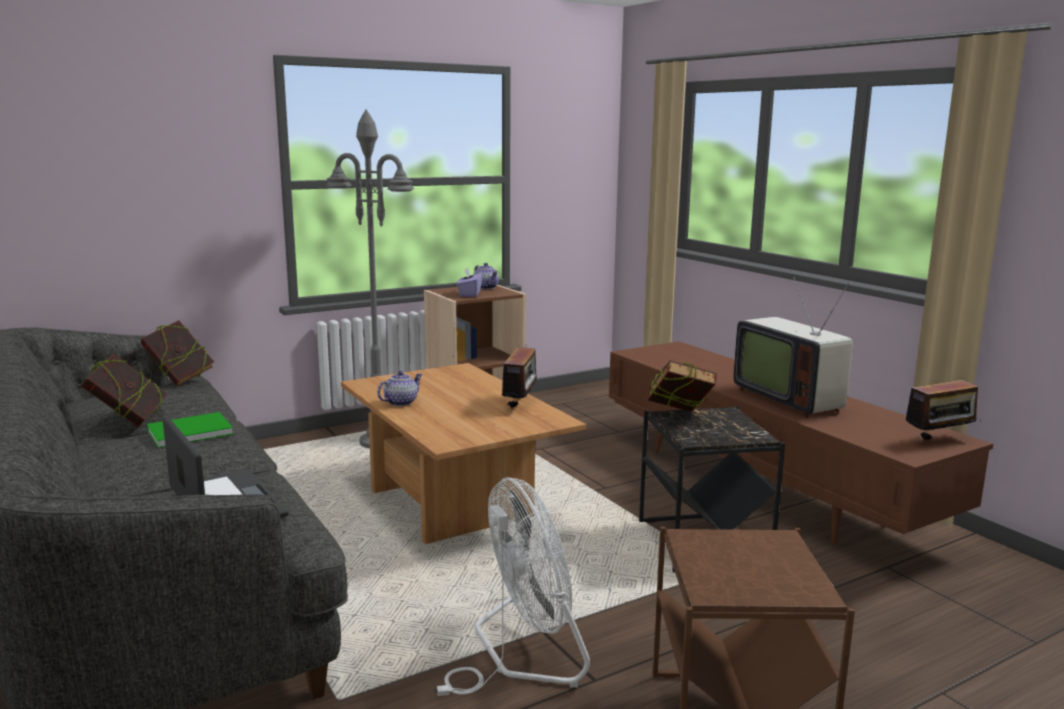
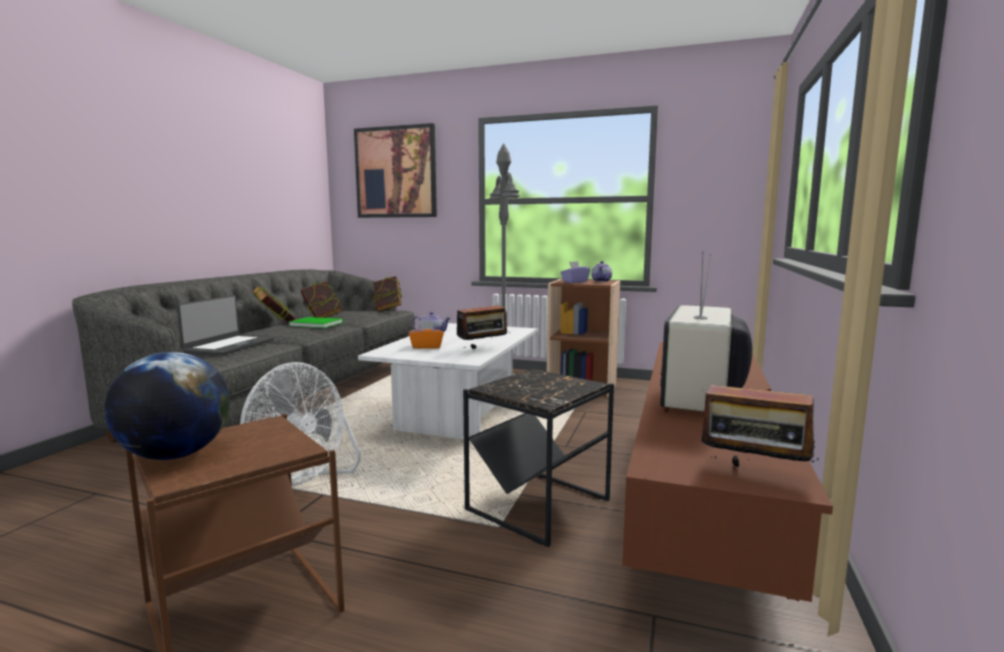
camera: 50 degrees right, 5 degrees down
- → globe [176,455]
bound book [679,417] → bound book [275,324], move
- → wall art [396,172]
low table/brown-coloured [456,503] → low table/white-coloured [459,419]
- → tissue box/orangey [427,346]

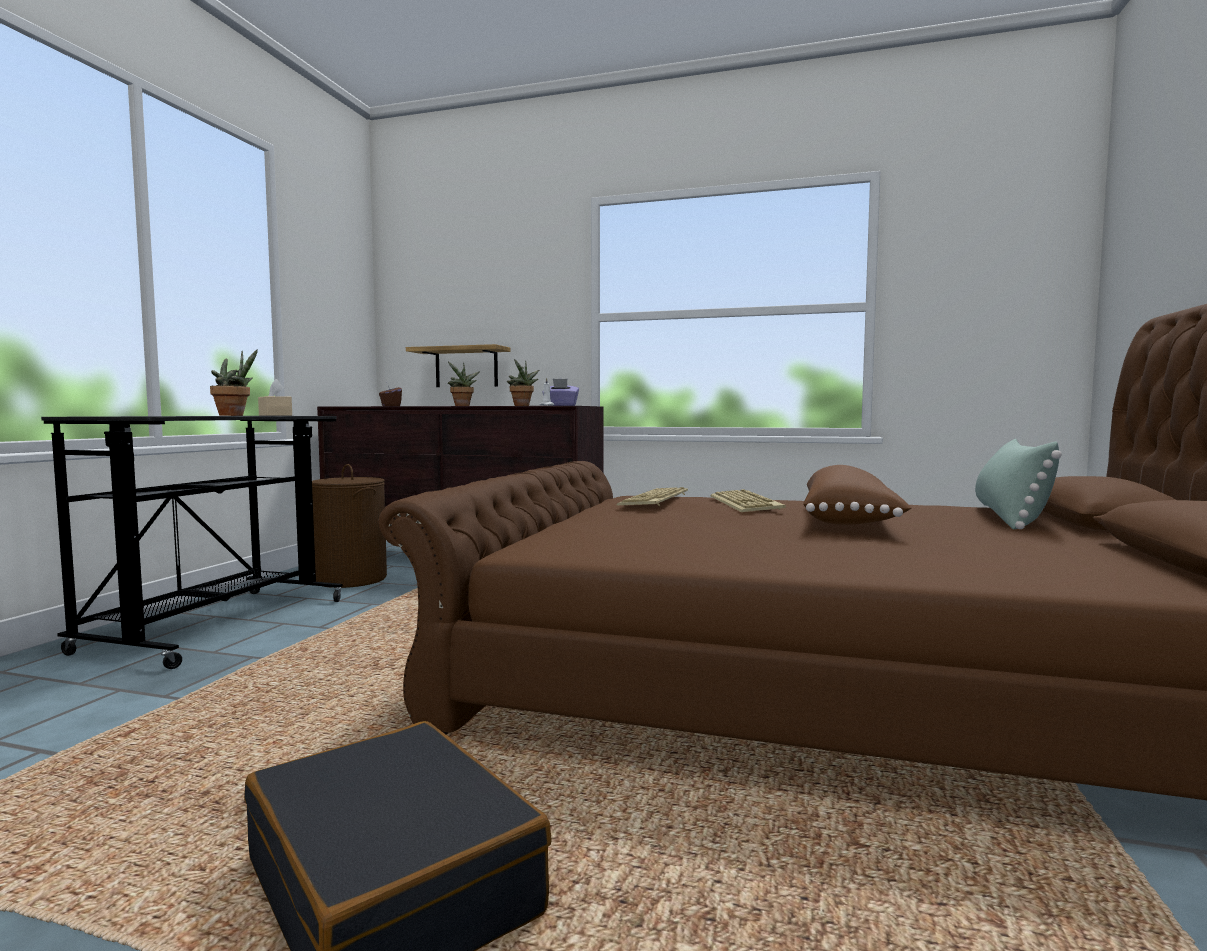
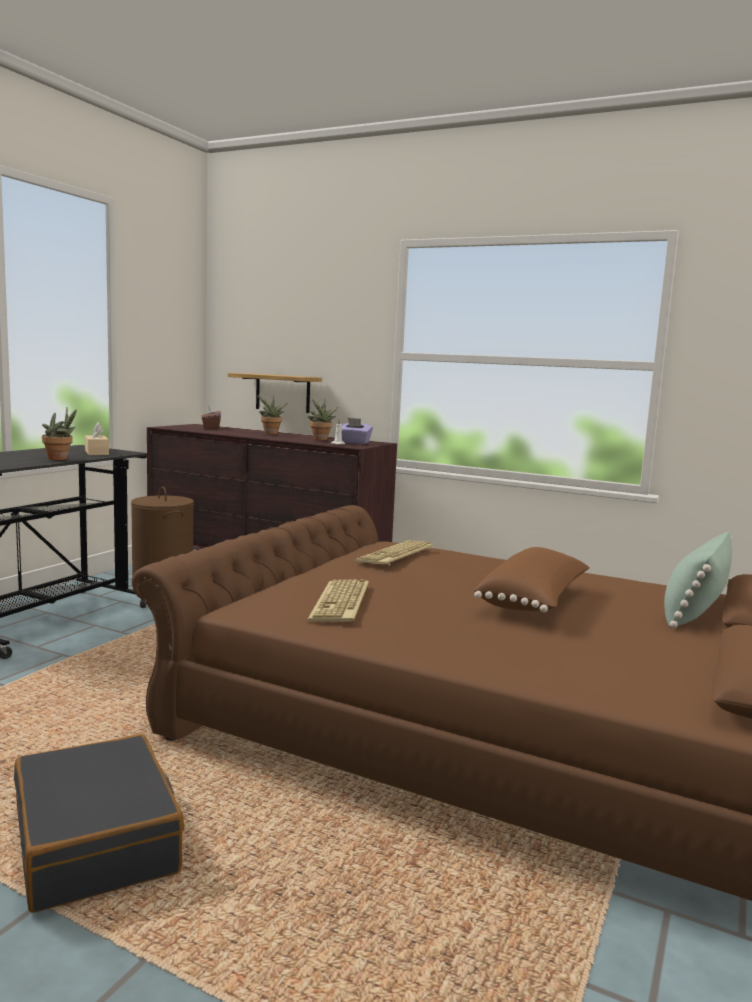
camera: 10 degrees right, 5 degrees up
keyboard [747,503] → keyboard [342,603], move

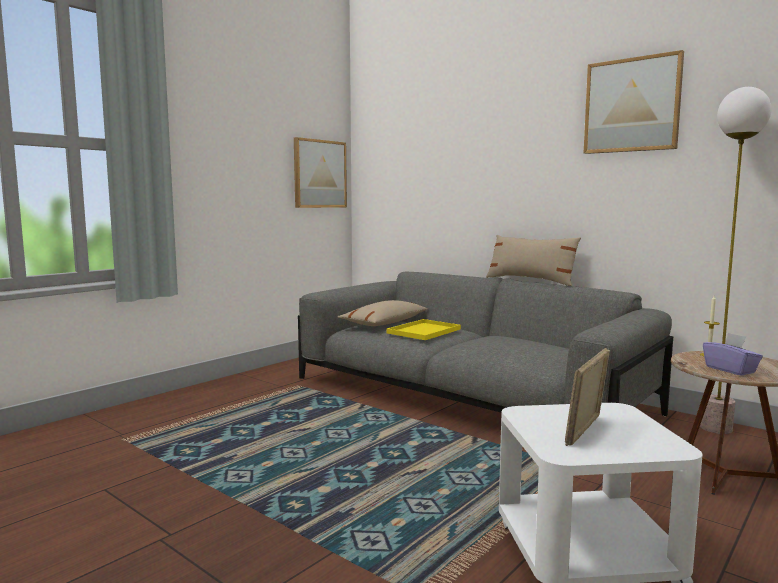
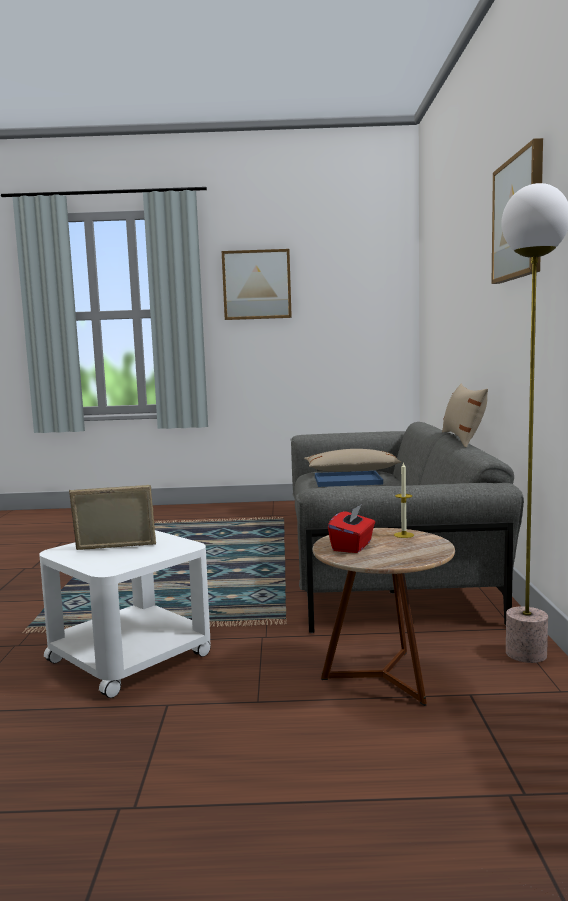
camera: 50 degrees right, 0 degrees up
wall art [319,174] → wall art [256,285], move
tray/yellowish [424,331] → tray/blue [349,480]
tissue box/purple [730,370] → tissue box/red [352,546]

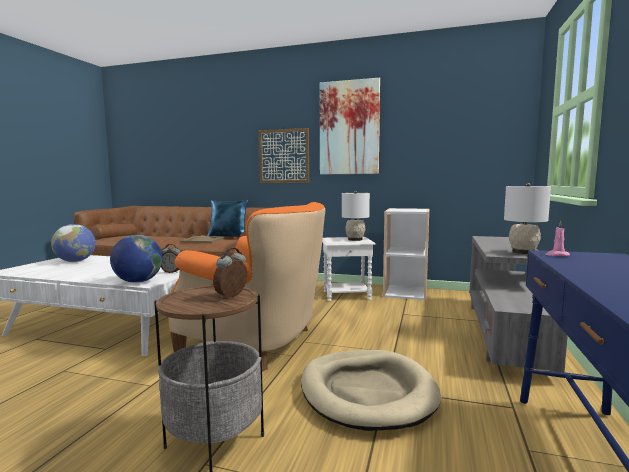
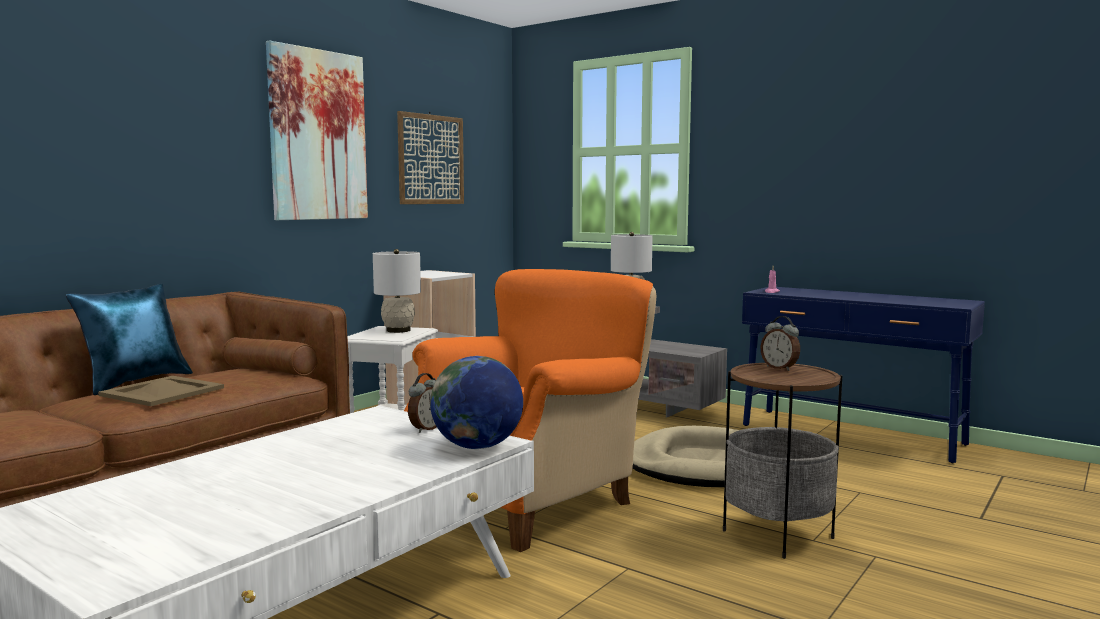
camera: 70 degrees left, 0 degrees up
wall art [284,155] → wall art [431,158], move
globe [75,261] → -

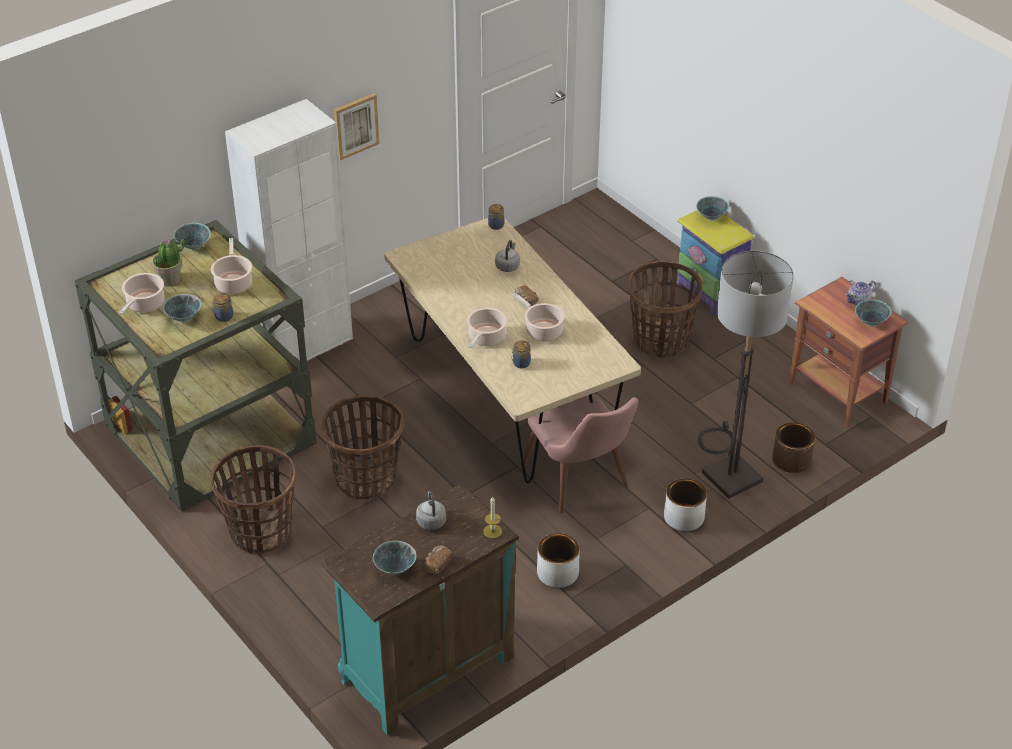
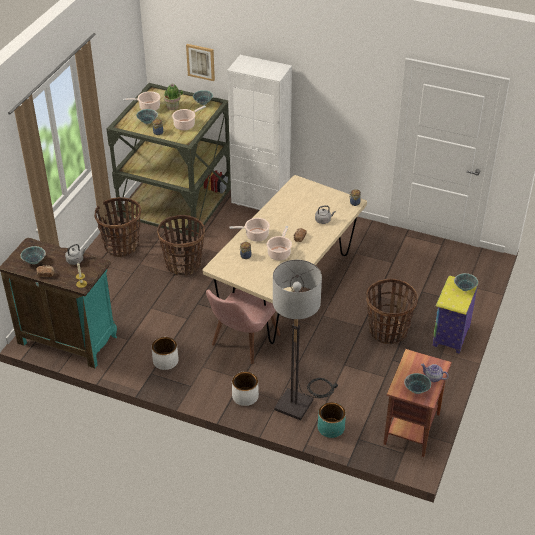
camera: 60 degrees right, 0 degrees up
wall art [355,125] → wall art [201,62], move
flower pot/brown-coloured [792,460] → flower pot/blue-green [331,428]

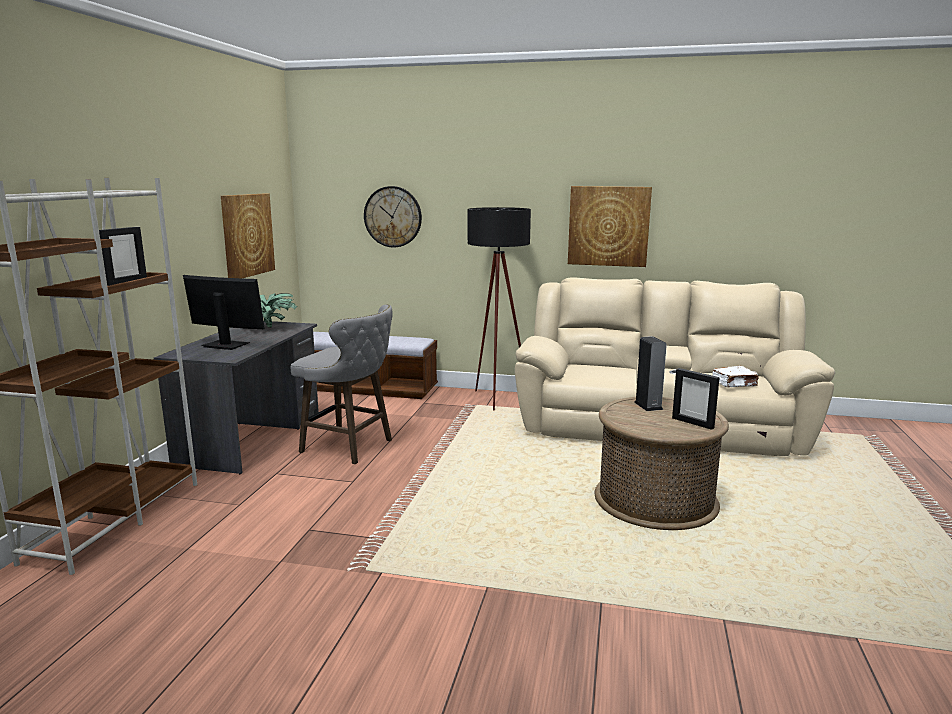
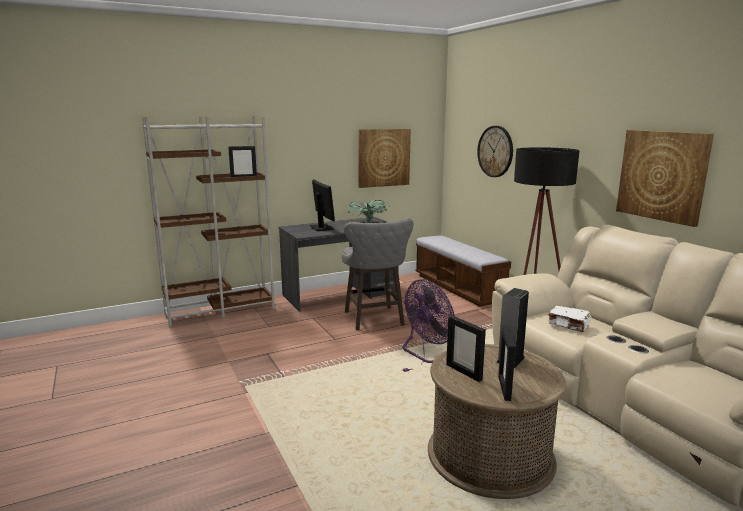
camera: 50 degrees right, 0 degrees up
- → electric fan/purple [424,354]
- → photo frame [464,372]
bound book/white-coloured [735,384] → bound book/white-coloured [569,325], move

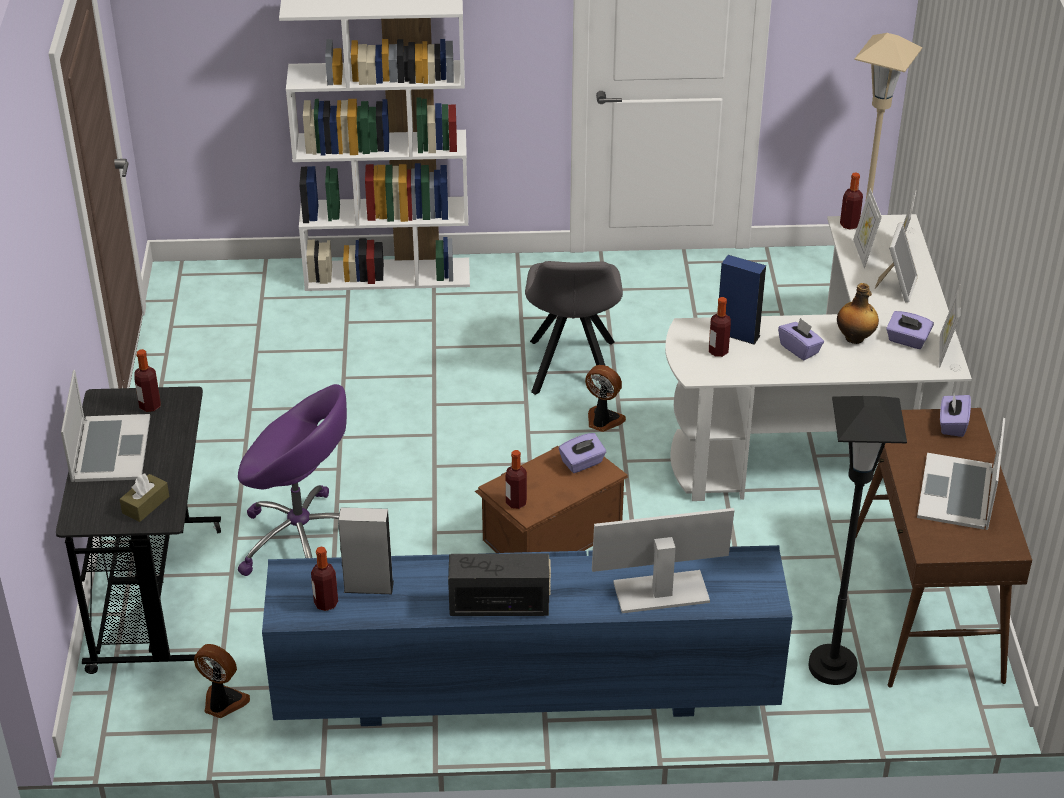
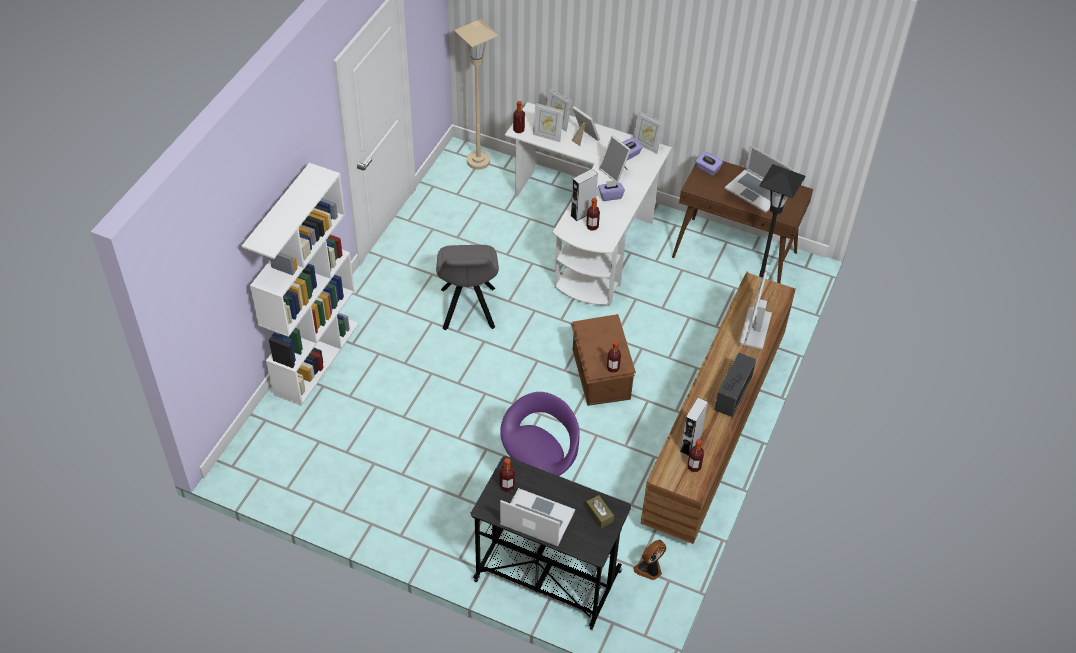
camera: 65 degrees left, 10 degrees up
upright chair/grey [572,368] → upright chair/grey [468,309], 60 degrees clockwise
speaker/blue [737,334] → speaker/grey [582,213]
drink bottle [855,338] → photo frame [615,172]
cupboard/blue [526,698] → cupboard/brown-coloured [714,433]
tissue box/purple [582,463] → -
electric fan [603,421] → -

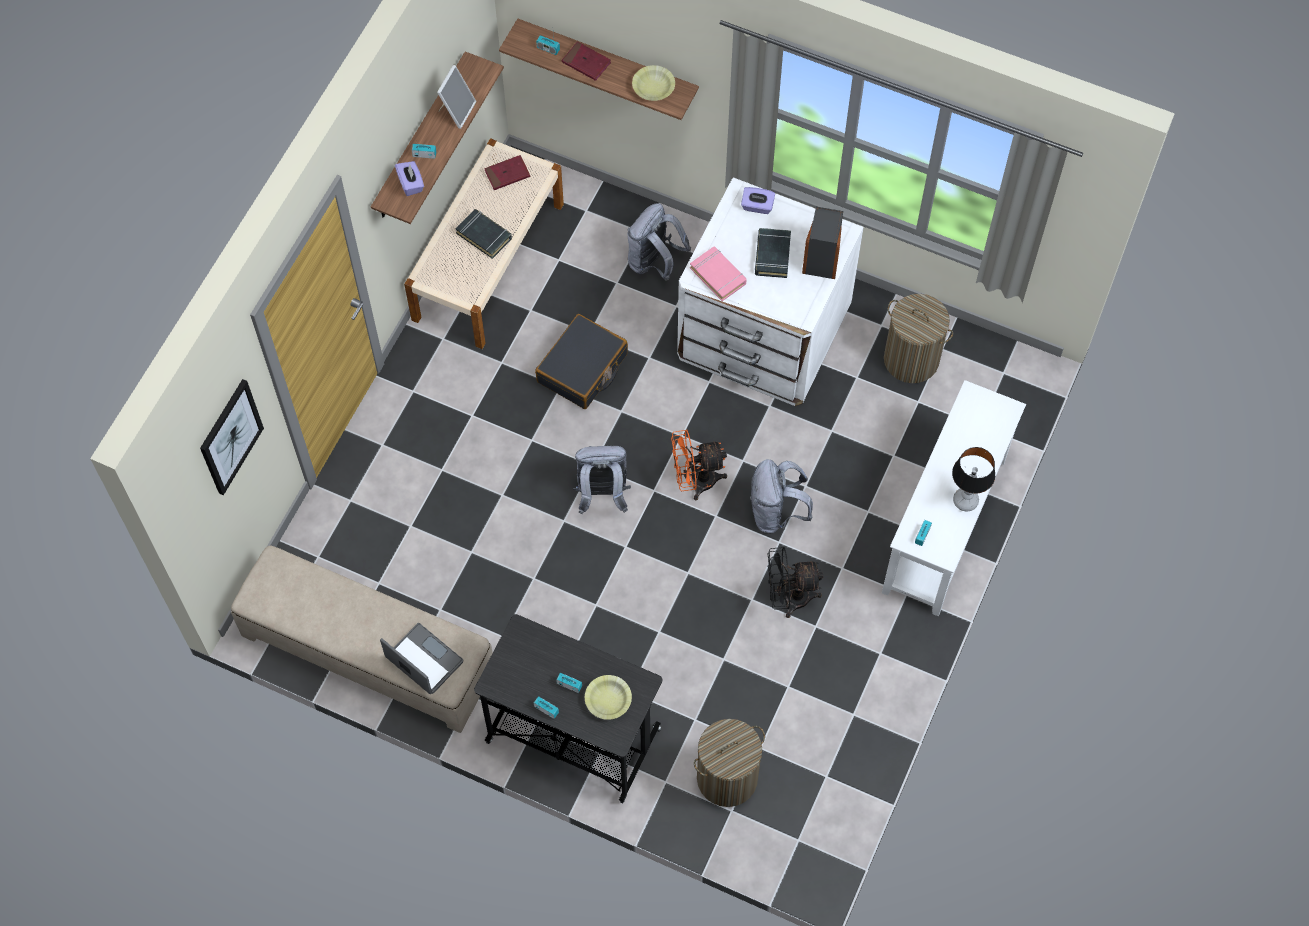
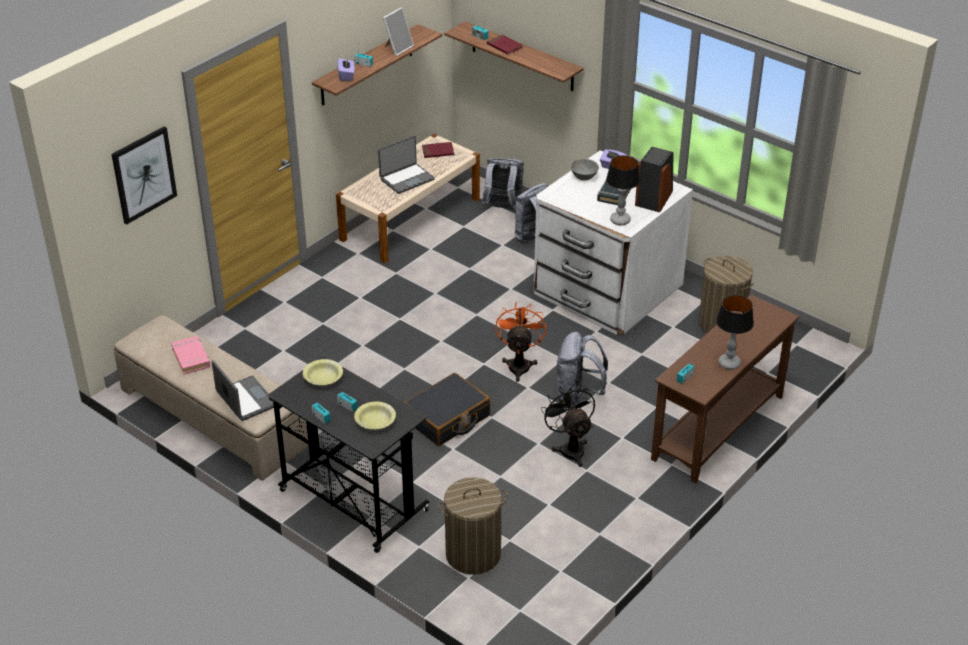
camera: 15 degrees right, 25 degrees down
bound book/pink-coloured [718,275] → bound book/pink-coloured [191,358], move
bowl/yellowish [653,87] → bowl/yellowish [323,377], move
bound book/black-coloured [484,235] → laptop [406,179]
piece of luggage/black-coloured [582,368] → piece of luggage/black-coloured [447,418], move
rucksack/grey [602,495] → rucksack/grey [503,209], move
electric fan/orangey [695,481] → electric fan/orangey [519,364], 90 degrees clockwise
electric fan/black-coloured [789,598] → electric fan/black-coloured [570,448], 60 degrees clockwise
- → bowl/grey [584,177]
- → table lamp [619,220]
console table/white-coloured [944,527] → console table/brown-coloured [718,428]

